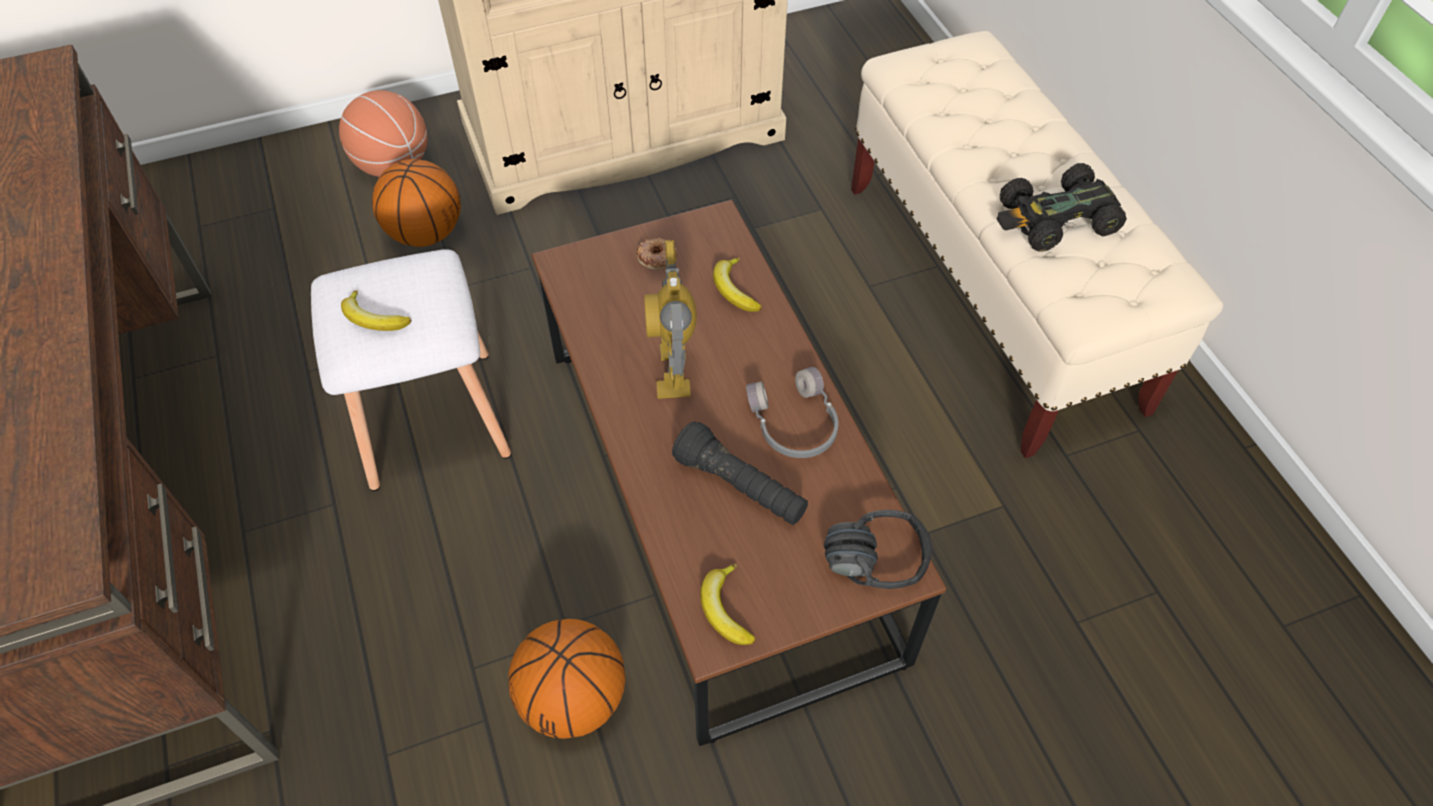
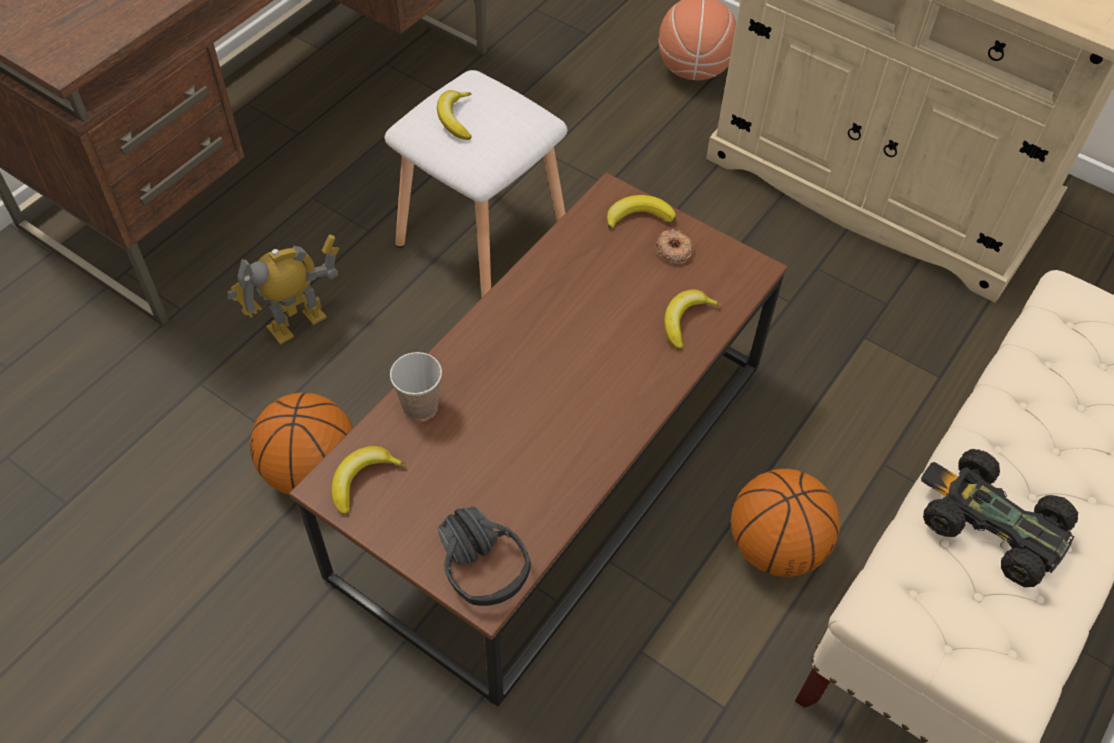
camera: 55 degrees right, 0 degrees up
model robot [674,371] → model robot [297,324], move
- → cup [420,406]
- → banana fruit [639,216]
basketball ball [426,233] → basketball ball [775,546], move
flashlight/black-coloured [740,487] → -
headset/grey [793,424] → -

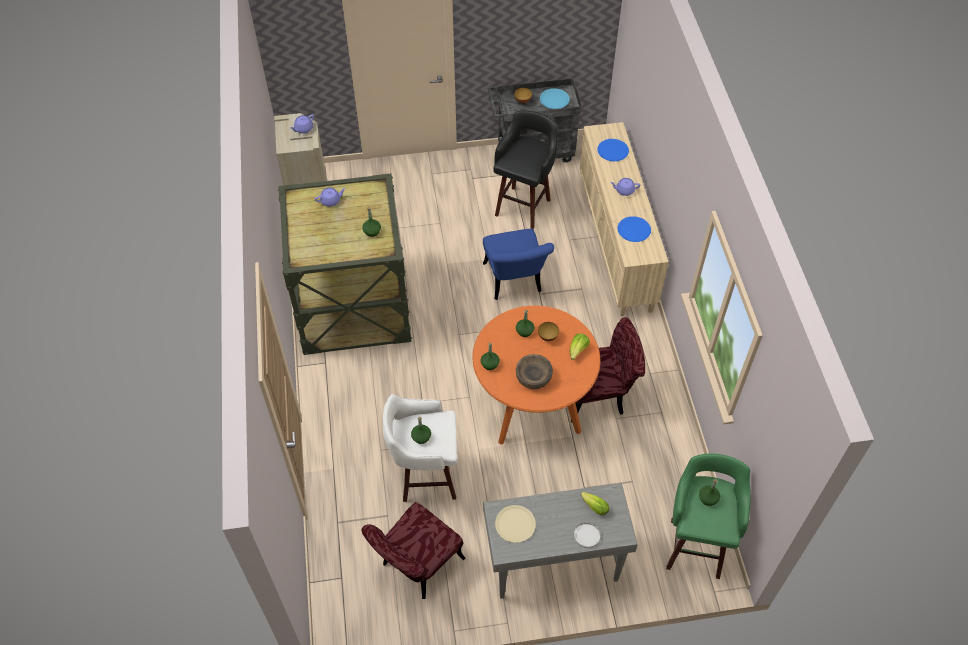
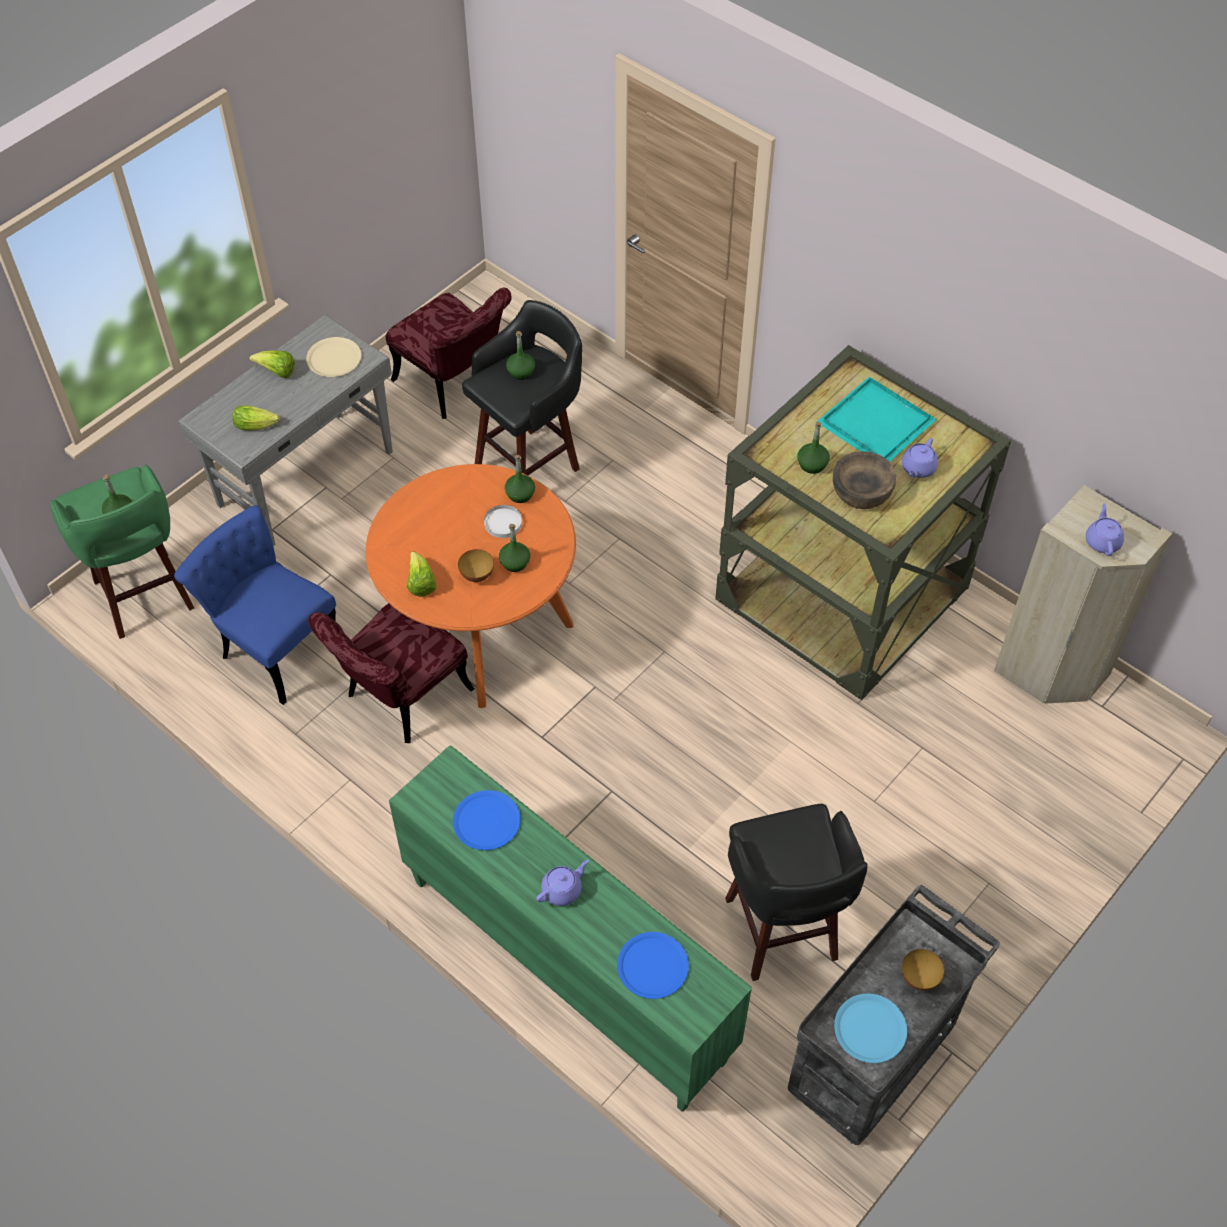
camera: 140 degrees right, 0 degrees up
upright chair/blue [514,283] → upright chair/blue [273,645], move
- → head of lettuce [277,372]
upright chair/red [417,567] → upright chair/red [454,386], 135 degrees clockwise
drawer chest/beige [615,245] → drawer chest/greenish [569,967]
sitting stool/white-coloured [425,477] → sitting stool/black-coloured [531,466]
dinner plate/white-coloured [586,536] → dinner plate/white-coloured [503,523], move
- → tray/blue-green [878,423]
bowl/brown-coloured [533,377] → bowl/brown-coloured [861,492], move

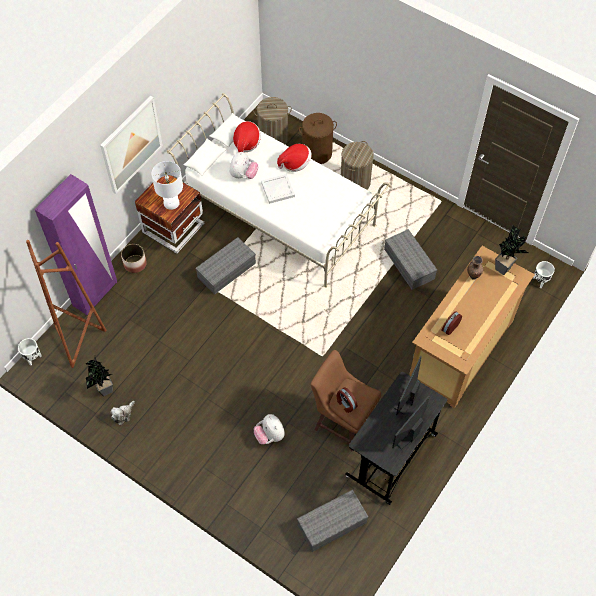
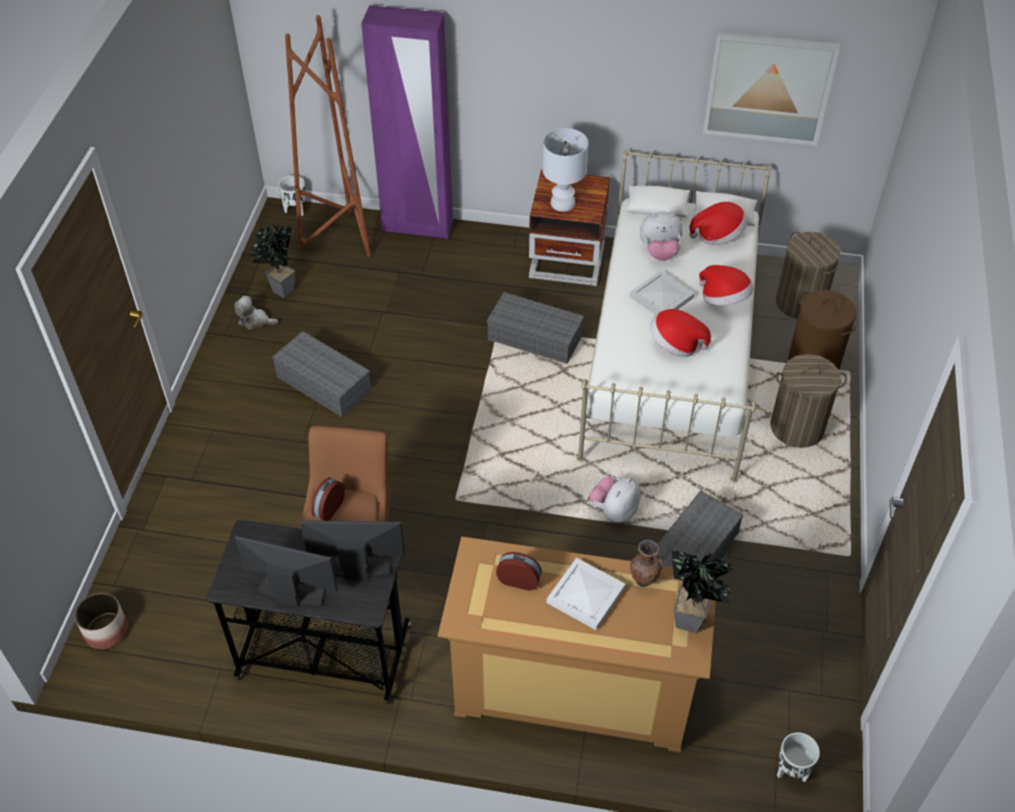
camera: 65 degrees right, 10 degrees down
flower pot [135,264] → flower pot [106,631], move
storage container/grey [331,525] → storage container/grey [322,383], move
- → tray/white-coloured [584,595]
soft toy [270,435] → soft toy [614,510], move
- → clothing hat [675,344]
wall art [131,144] → wall art [768,88], move

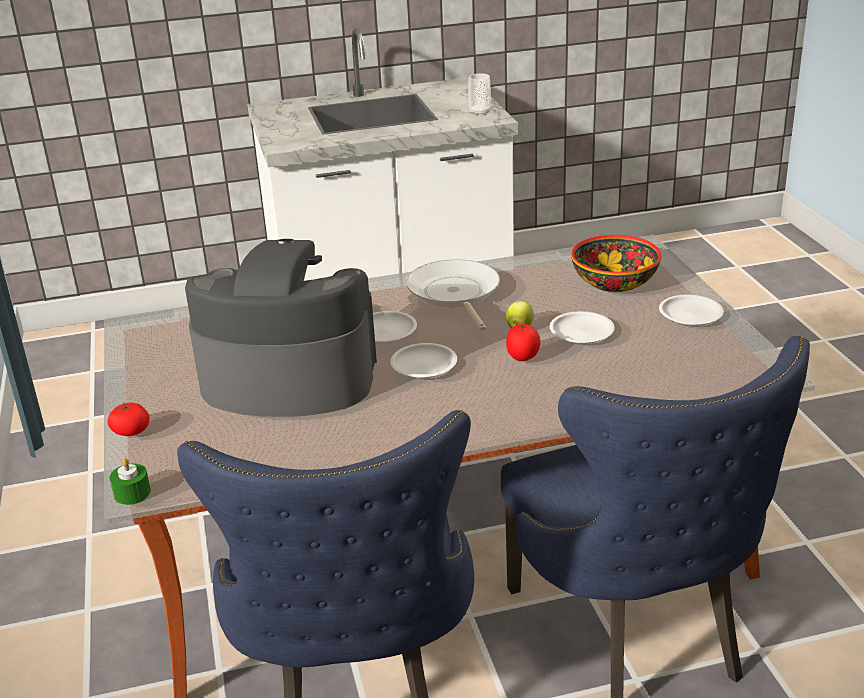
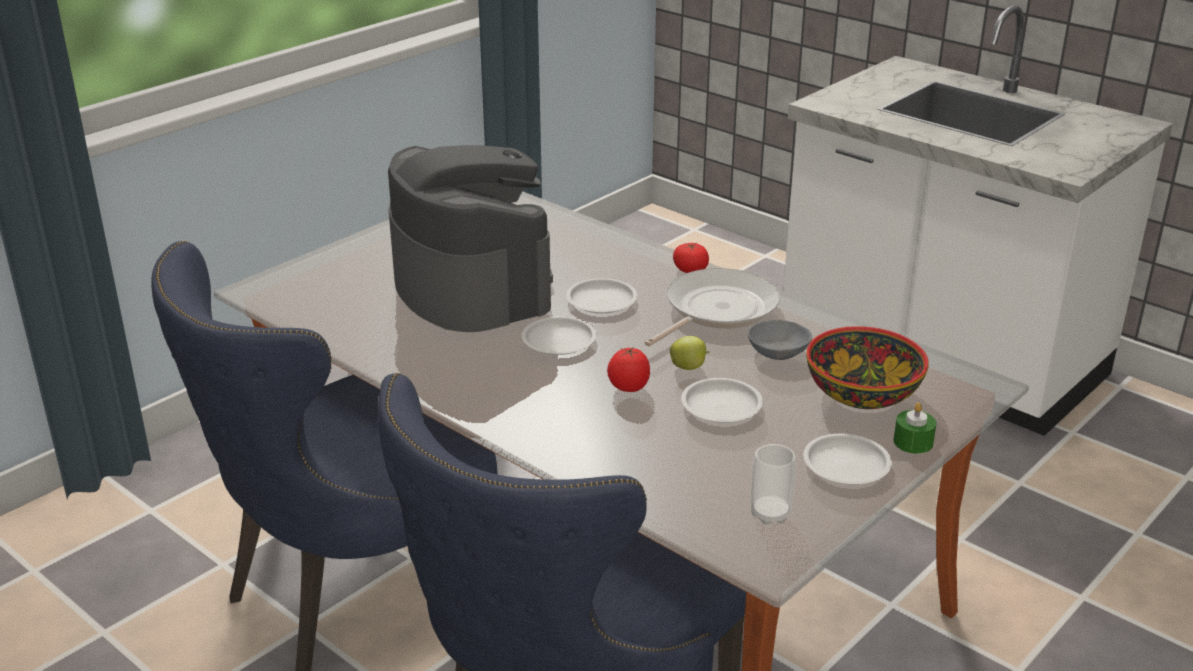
camera: 55 degrees right, 0 degrees up
tomato [131,431] → tomato [690,270], move
- → bowl/grey [779,350]
cup [480,113] → cup [770,514], move
wax candle/greenish [132,493] → wax candle/greenish [913,442], move

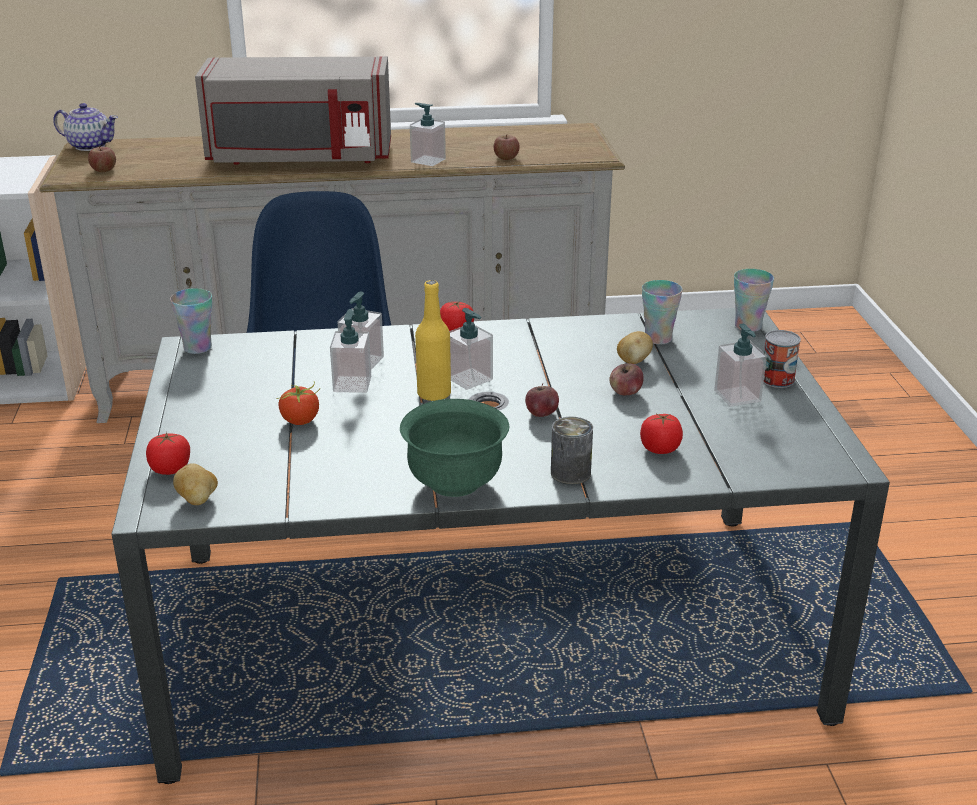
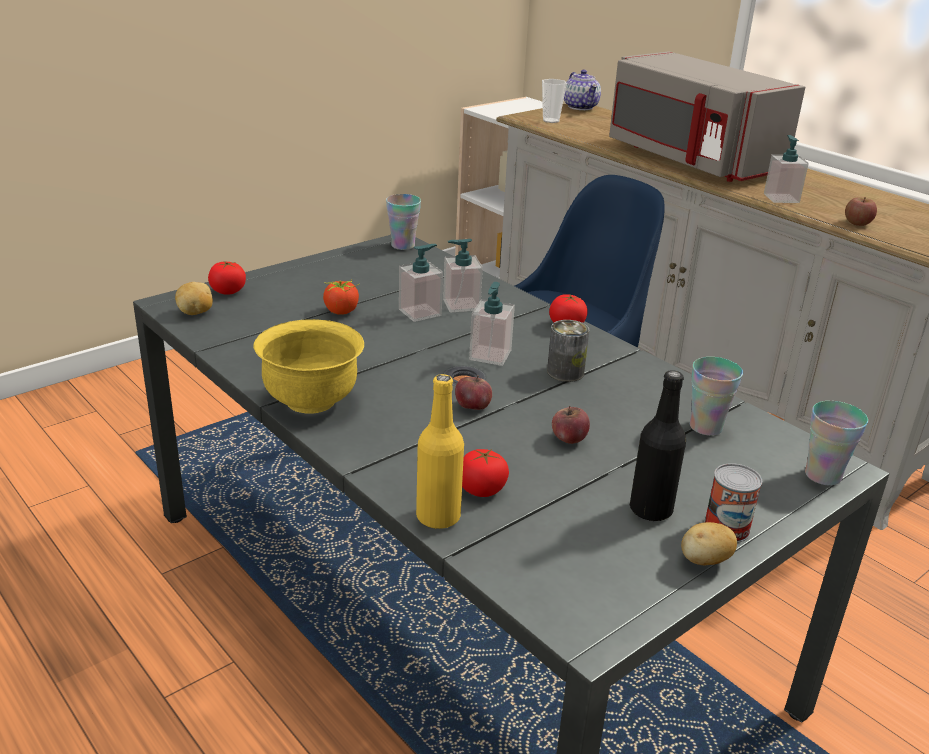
camera: 55 degrees right, 0 degrees up
bowl/greenish [455,483] → bowl/yellowish [311,401]
drink bottle/yellowish [434,394] → drink bottle/yellowish [438,517], move
apple [104,170] → cup [550,121]
can [570,473] → can [565,372], move
soap dispenser [737,396] → drink bottle/black-coloured [650,510]
whole potato [634,361] → whole potato [704,561], move

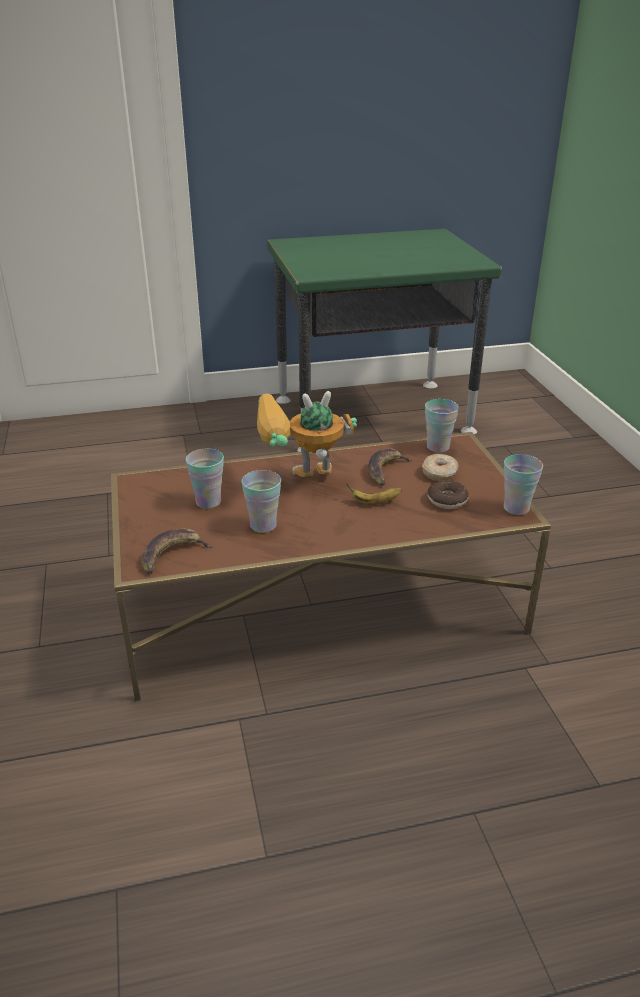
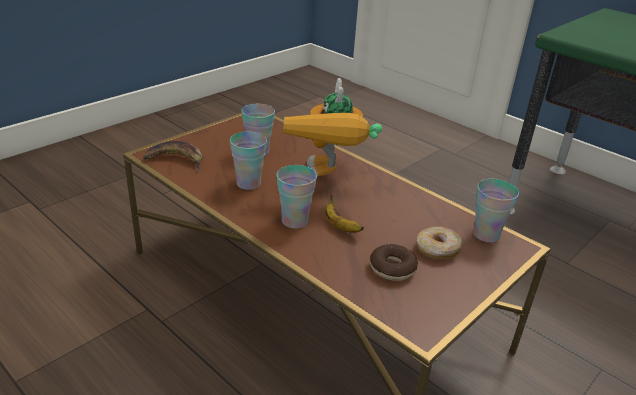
camera: 55 degrees right, 0 degrees up
cup [516,508] → cup [294,221], move
model robot [299,482] → model robot [329,180], 135 degrees counterclockwise
banana fruit [386,470] → -

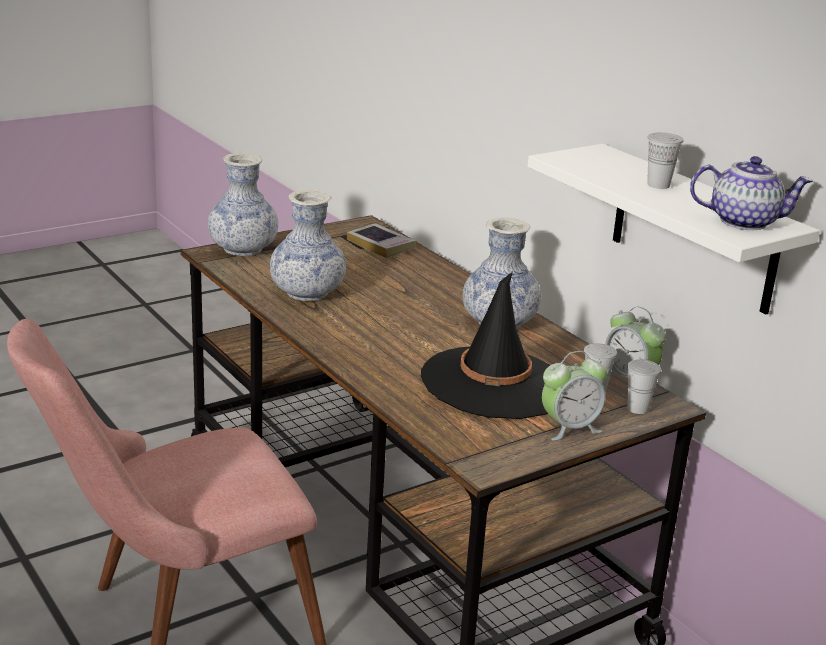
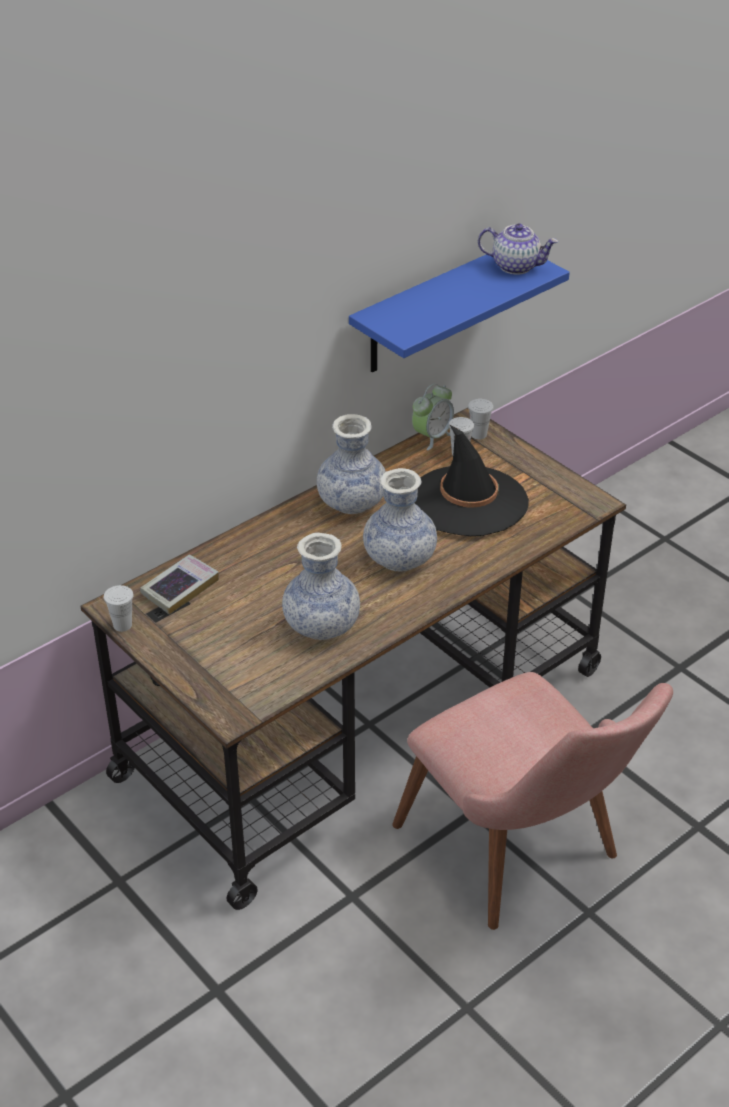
camera: 95 degrees left, 15 degrees up
cup/white-coloured [658,185] → cup/white-coloured [122,625], move
wall shelf/white-coloured [694,229] → wall shelf/blue [432,310]
decorative vase [243,249] → decorative vase [399,559], move
pot for tea [744,222] → pot for tea [516,266], 105 degrees clockwise
alarm clock [569,428] → -

